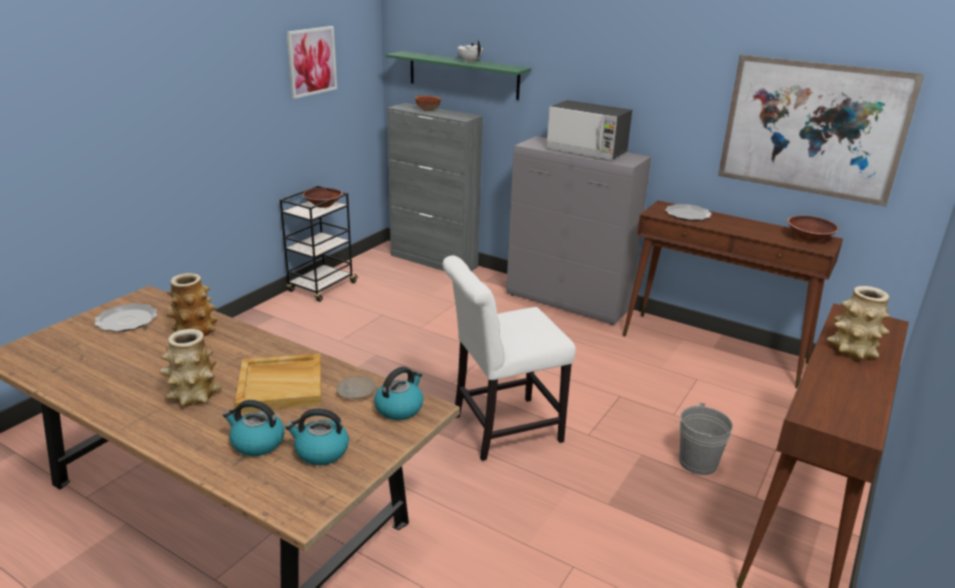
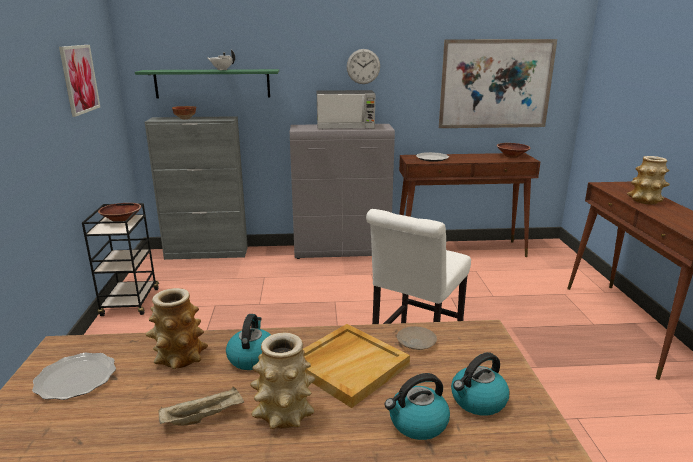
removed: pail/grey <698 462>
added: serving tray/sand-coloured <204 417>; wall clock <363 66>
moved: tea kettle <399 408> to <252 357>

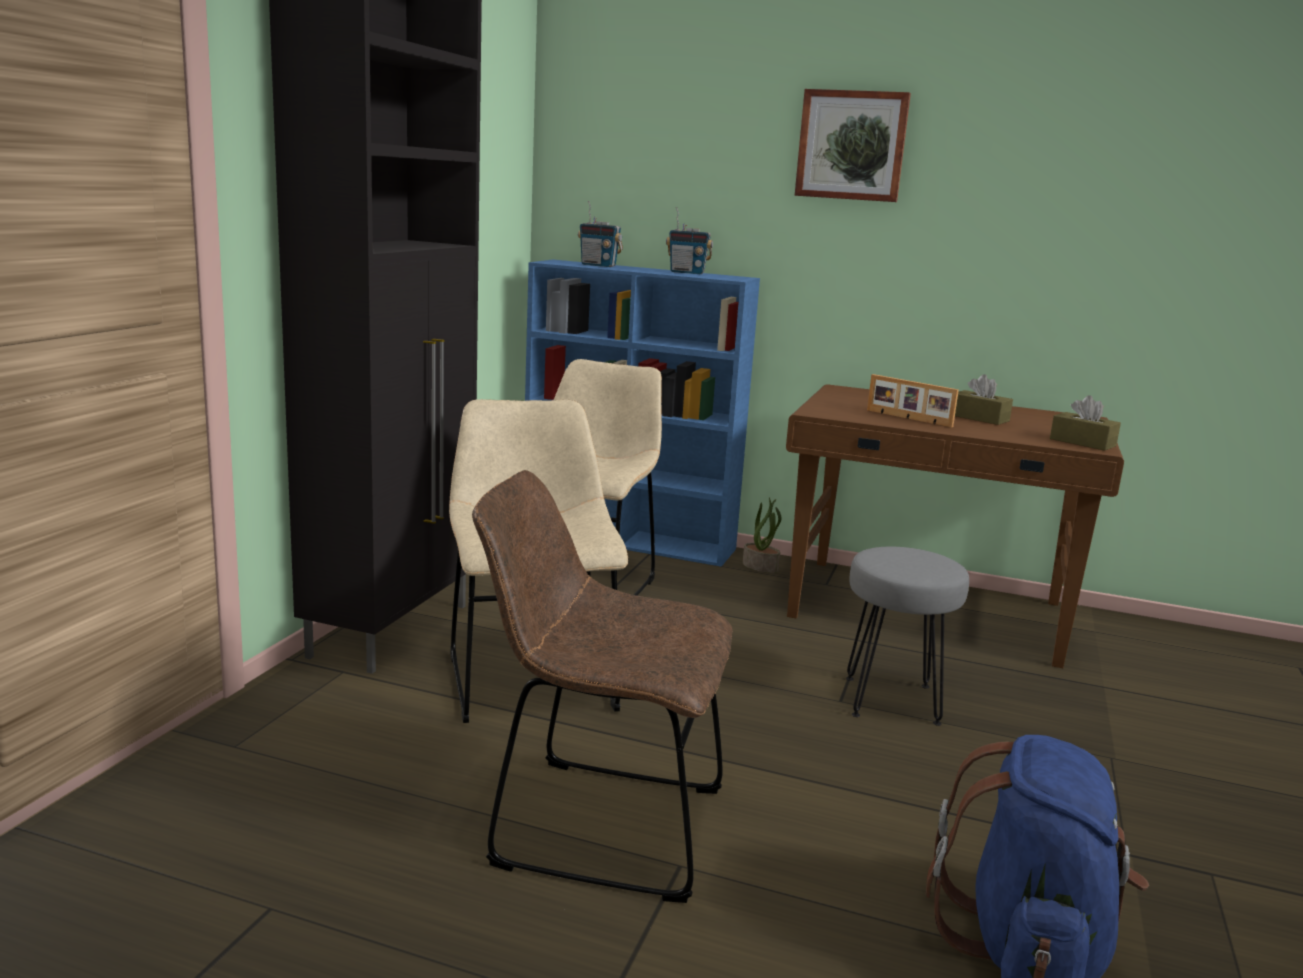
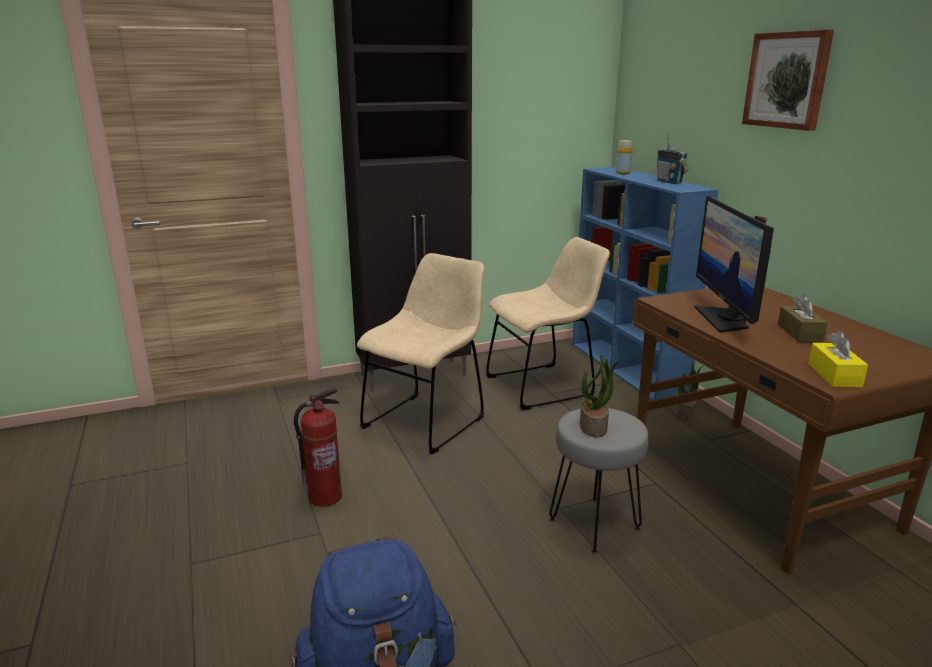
added: plant in a pot <594 427>
replaced: plain chair/brown <596 825> to fire extinguisher <325 497>; radio receiver <598 265> to bottle/yellowish <623 173>; picture frame <908 418> to monitor <724 319>
recoloured: tissue box/brown <1082 442> to tissue box/yellowish <834 375>

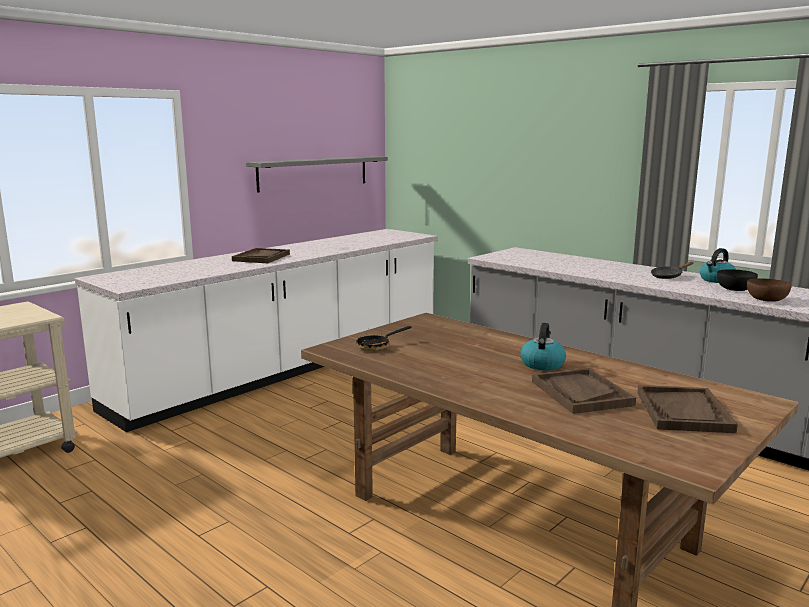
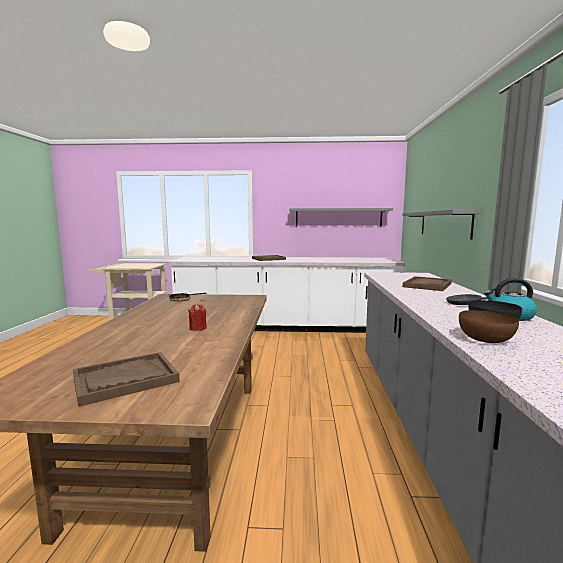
added: wall shelf/grey <444 224>
moved: serving tray/brown <581 393> to <427 285>
replaced: tea kettle <542 364> to wax candle/red-coloured <198 328>

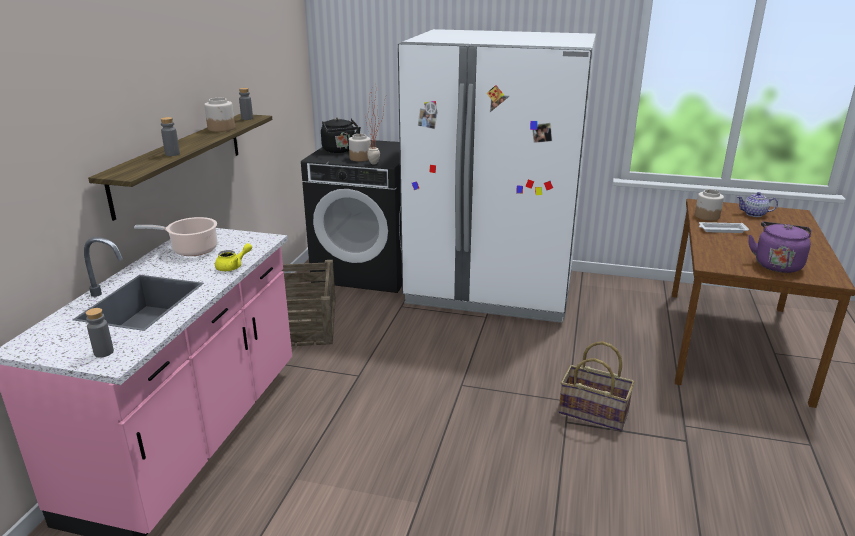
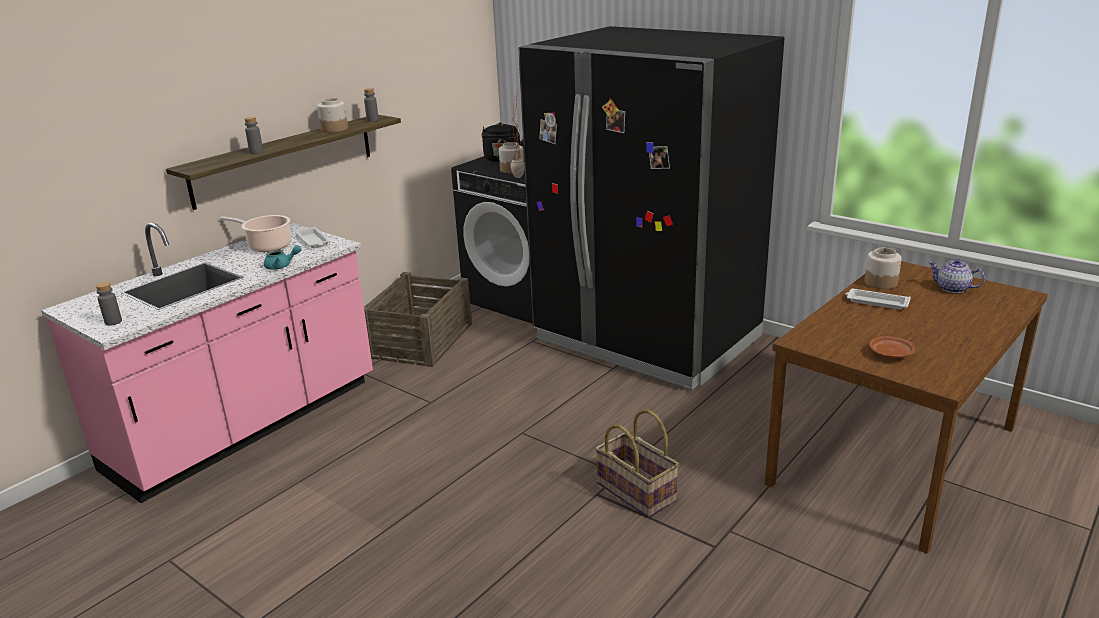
added: serving tray/white <313 241>
replaced: tea kettle/purple-coloured <777 264> to plate/brown <891 354>
recoloured: tea pot/yellowish <233 266> to tea pot/turquoise-coloured <282 266>; fridge/white <491 289> to fridge/black <647 339>

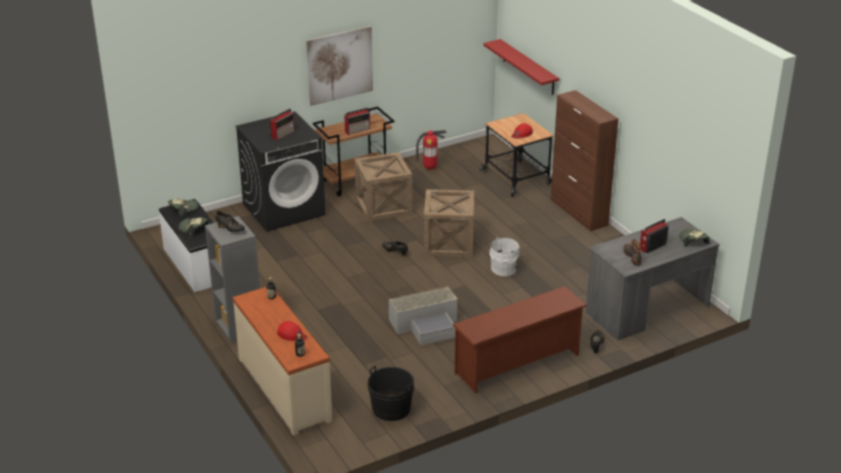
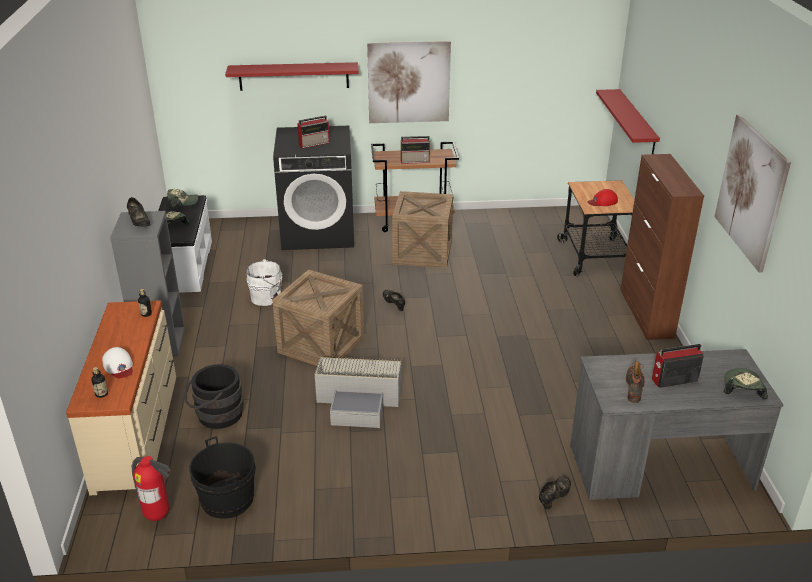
removed: shoe rack/brown <518 364>
added: pail/black <215 415>; wall shelf/red-coloured <293 76>; wall art <751 191>
moved: fire extinguisher <430 168> to <158 516>; packing crate <448 243> to <321 345>; pail/white <505 268> to <267 297>
recoloured: peaked cap/red-coloured <292 334> to peaked cap/white <119 366>

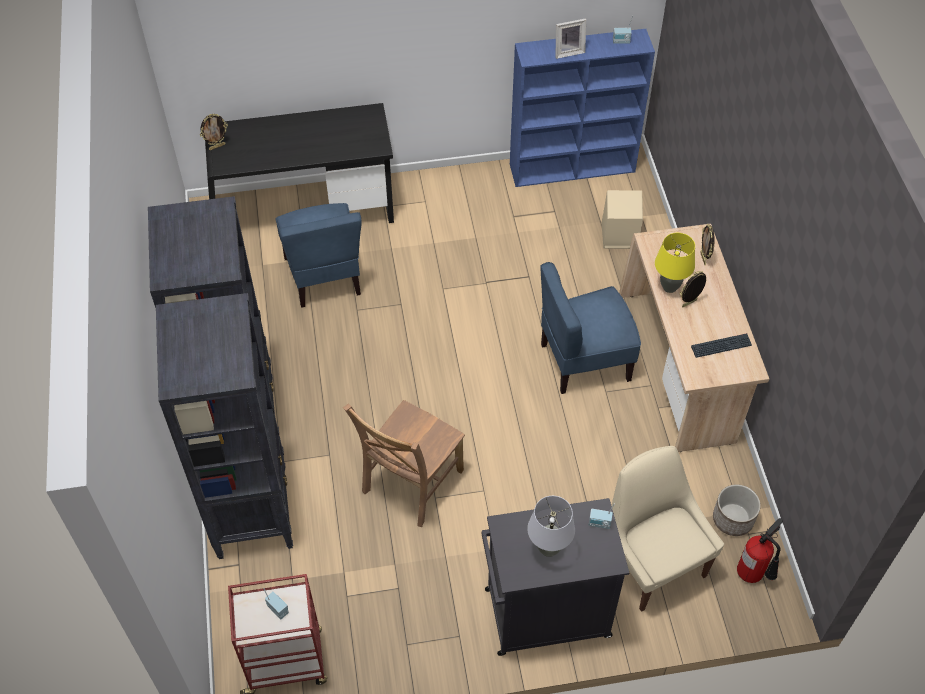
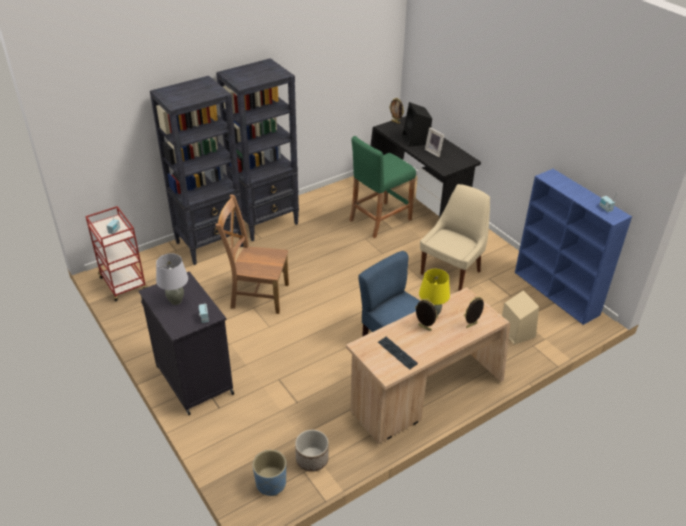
added: loudspeaker/black <416 140>
moved: picture frame <568 51> to <434 152>; plain chair/sand-coloured <652 562> to <452 271>
replaced: plain chair/bluish <324 276> to stool seat/green-coloured <380 220>; fire extinguisher <754 574> to plant pot/bluish <271 484>

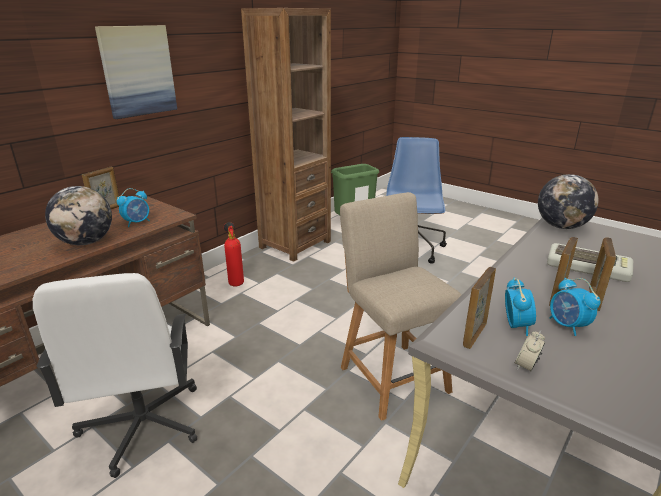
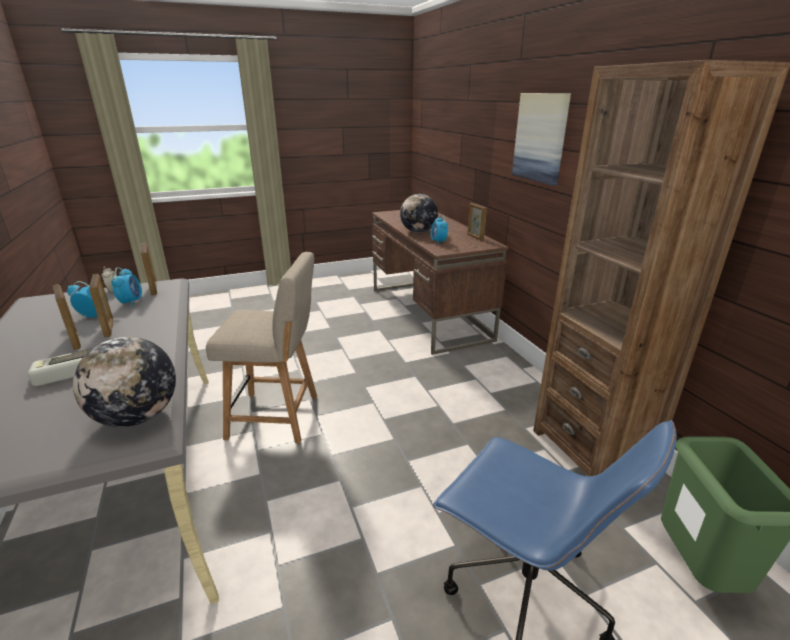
removed: desk chair/white <142 425>; fire extinguisher <236 282>
turned: bedside clock <516 325> = <131 302> 135 degrees counterclockwise

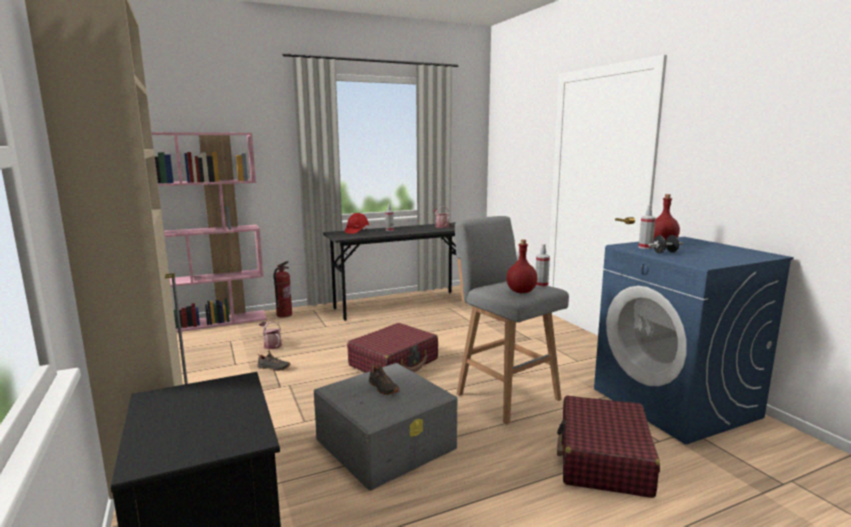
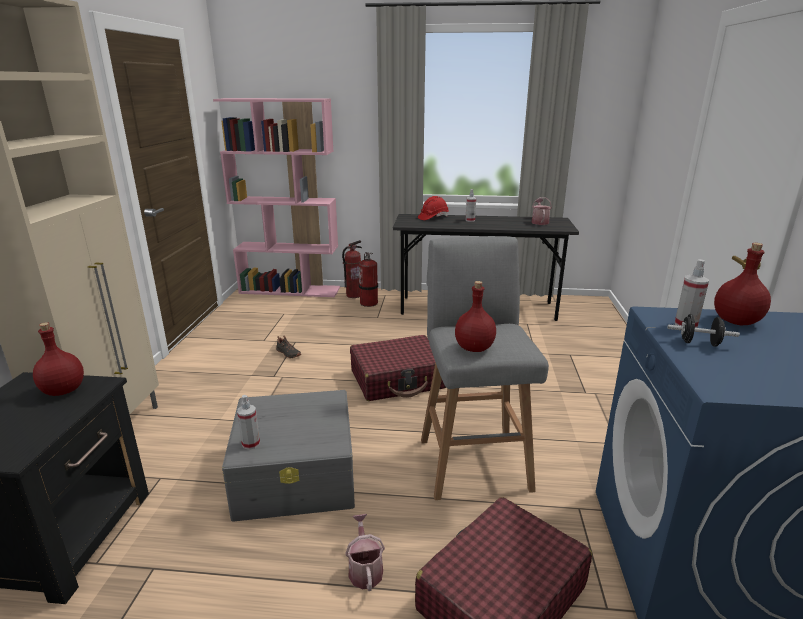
removed: low shoe/black <382 388>
added: bottle/red-coloured <63 391>; fire extinguisher <369 303>
moved: sprinkling can <271 345> to <365 569>; spray bottle <541 285> to <251 444>

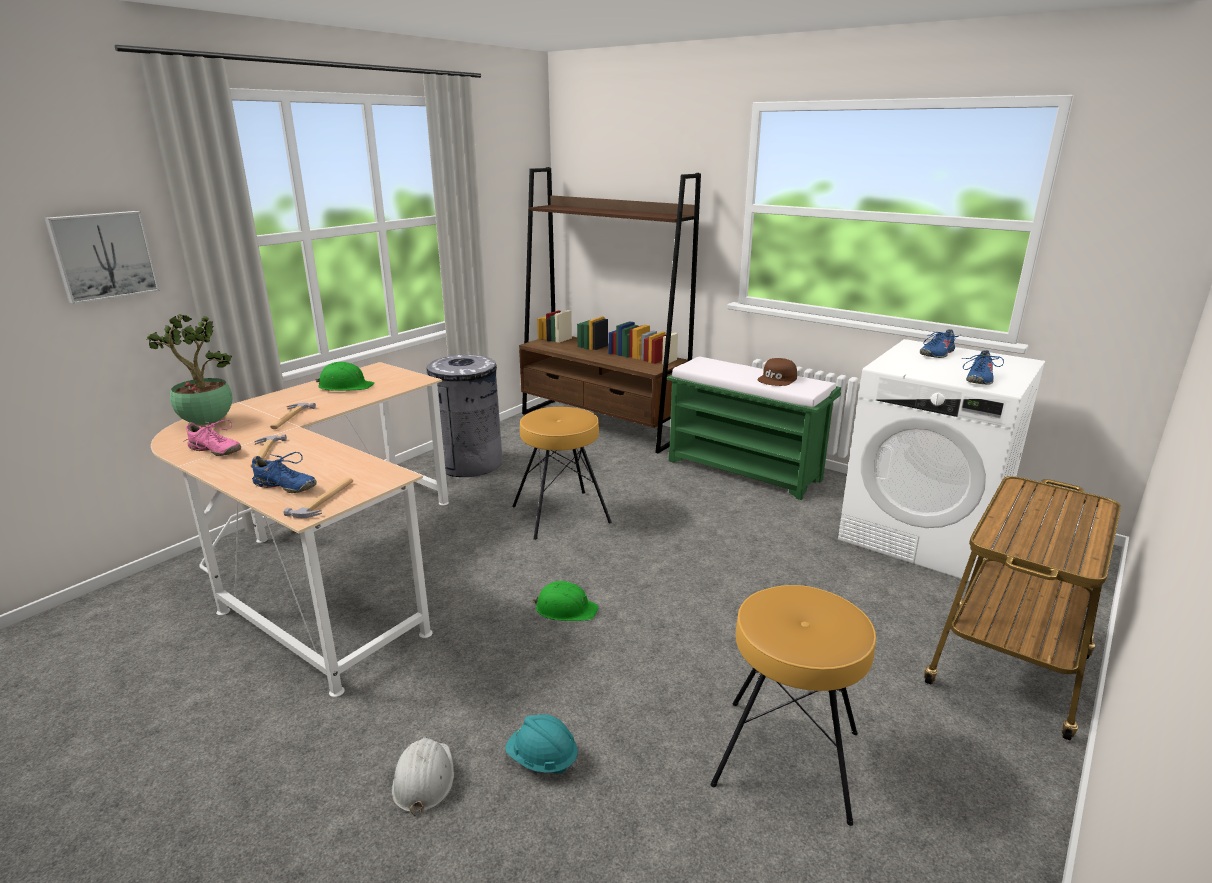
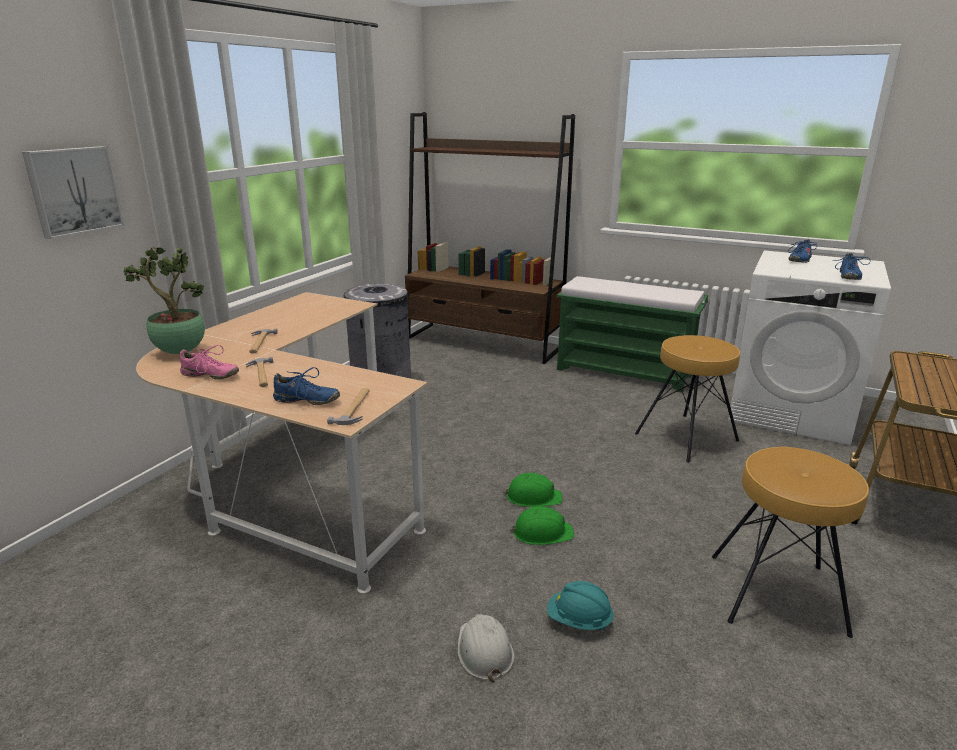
removed: peaked cap/brown <778 379>
moved: work helmet/green-coloured <345 386> to <542 533>; stool seat/brown <561 514> to <687 437>

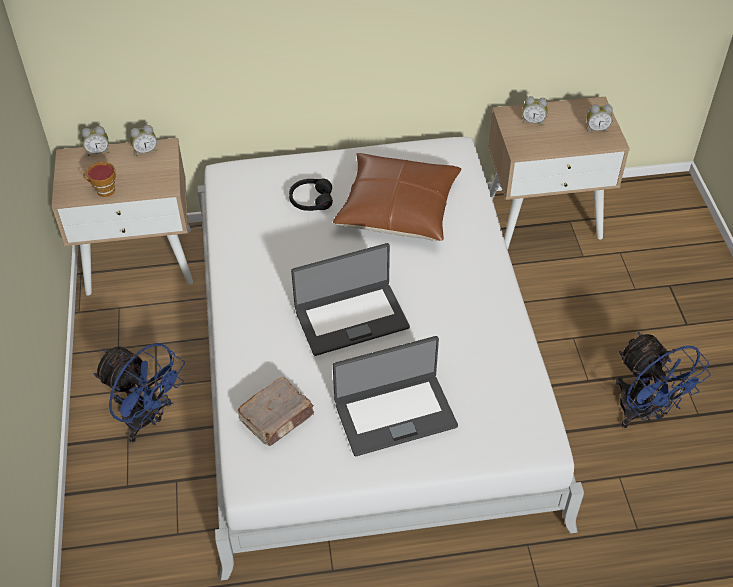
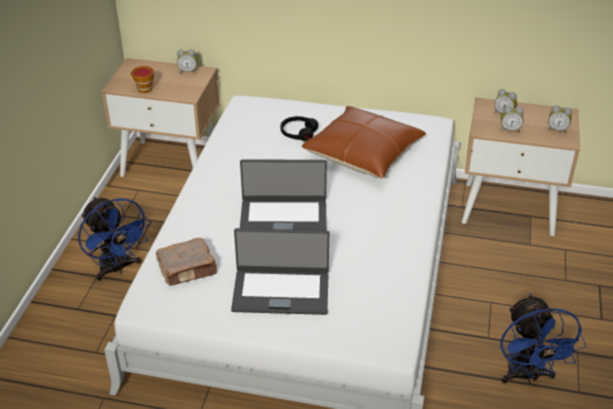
moved: bedside clock <98 151> to <510 129>

